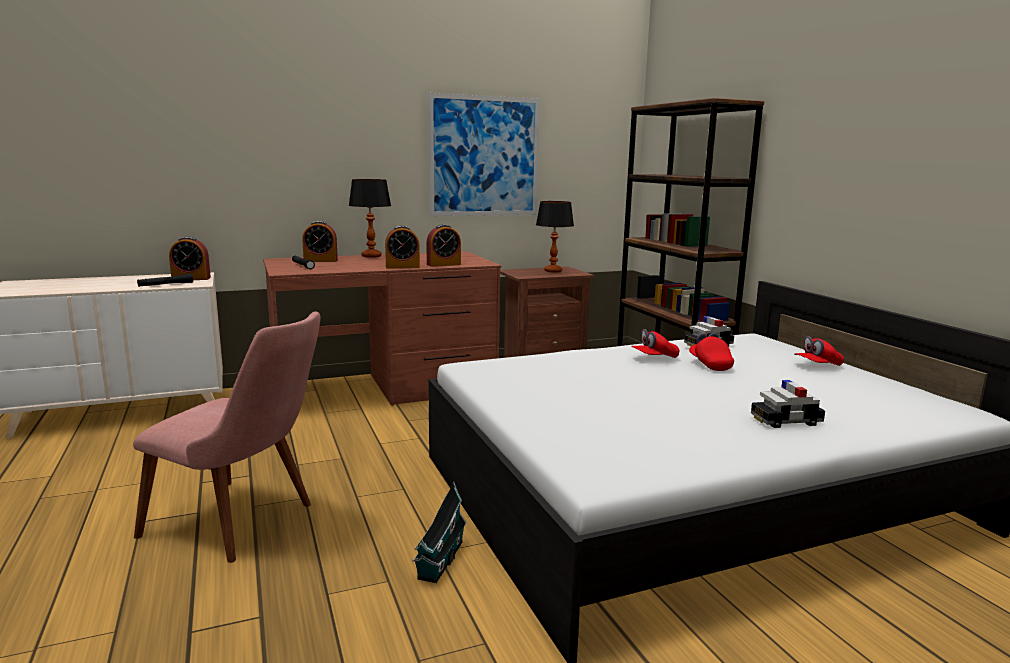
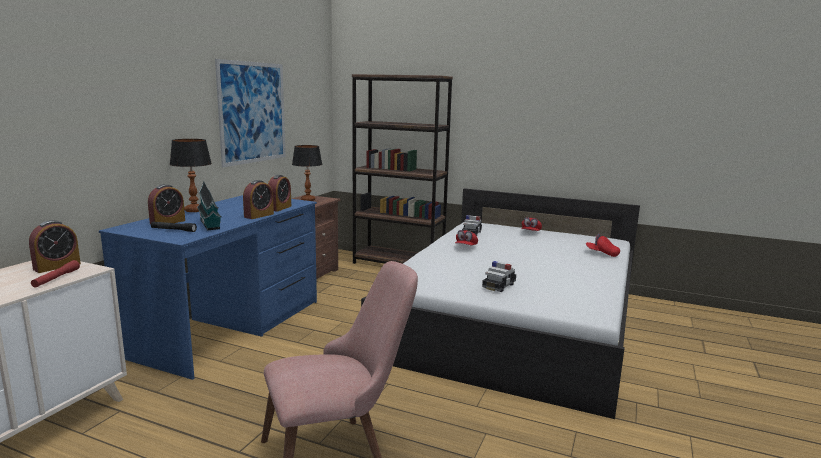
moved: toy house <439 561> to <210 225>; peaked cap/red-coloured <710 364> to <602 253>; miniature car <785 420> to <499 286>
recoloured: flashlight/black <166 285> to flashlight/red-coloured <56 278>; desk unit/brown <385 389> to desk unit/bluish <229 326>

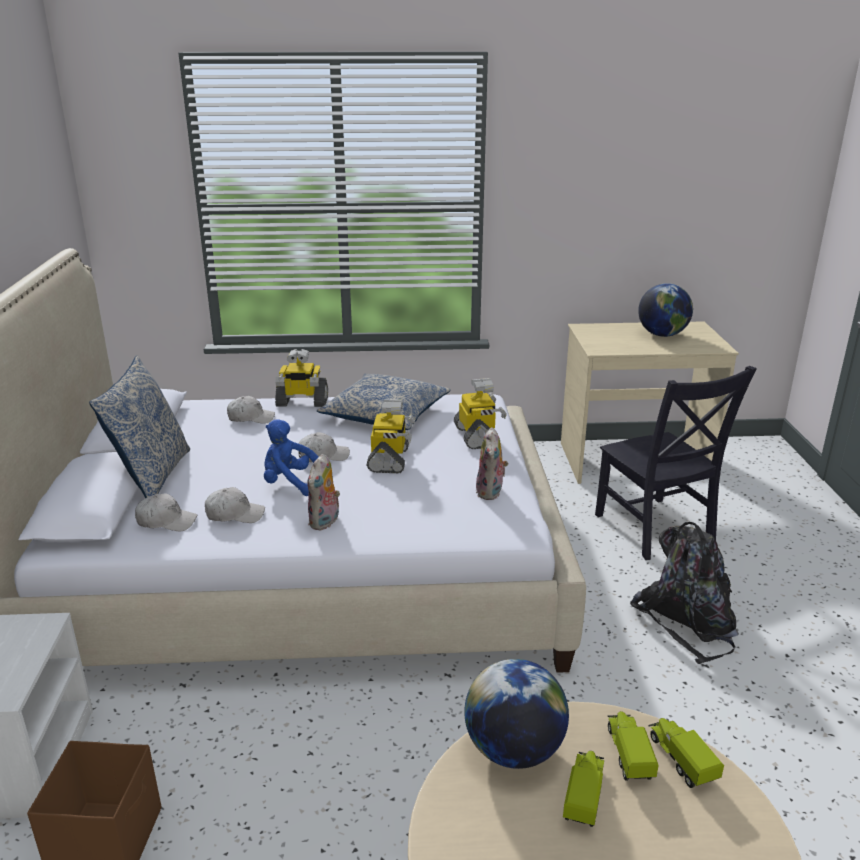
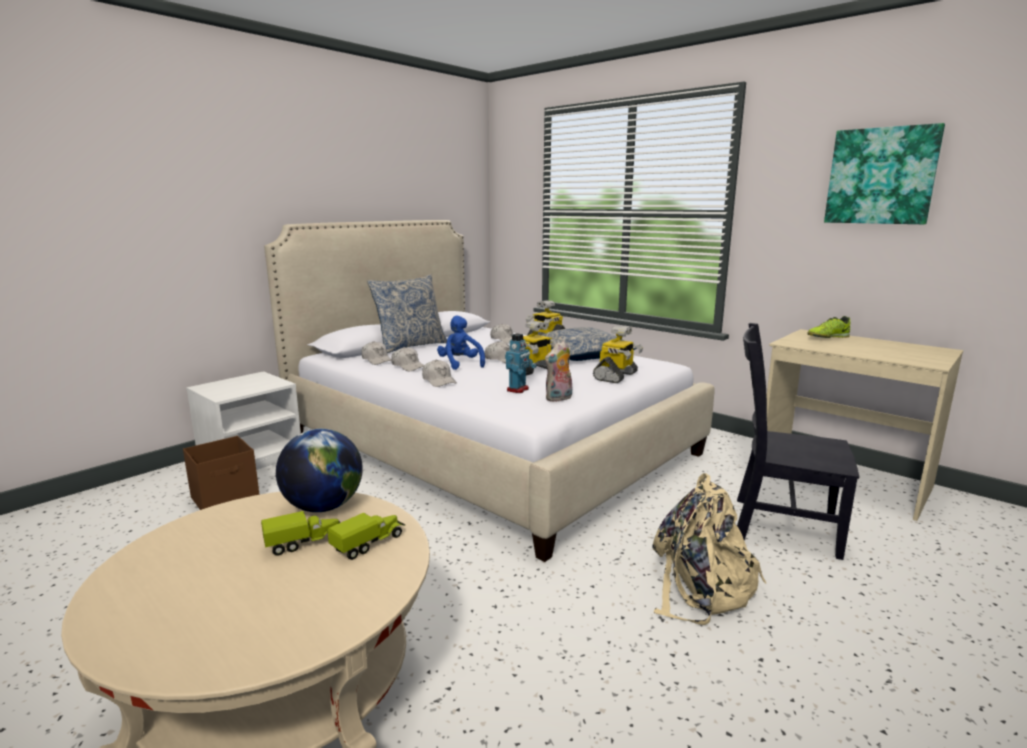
removed: world globe <662 335>; toy lorry <681 760>
added: model robot <518 390>; low shoe <827 338>; wall art <881 176>
replaced: soft toy <325 522> to peaked cap/white <439 381>
recoloured: rucksack/black <688 620> to rucksack/sand-coloured <700 587>
turned: plain chair/black <656 530> = <779 525> 90 degrees clockwise

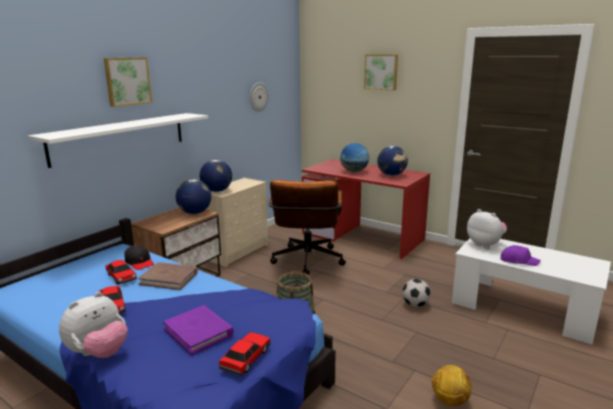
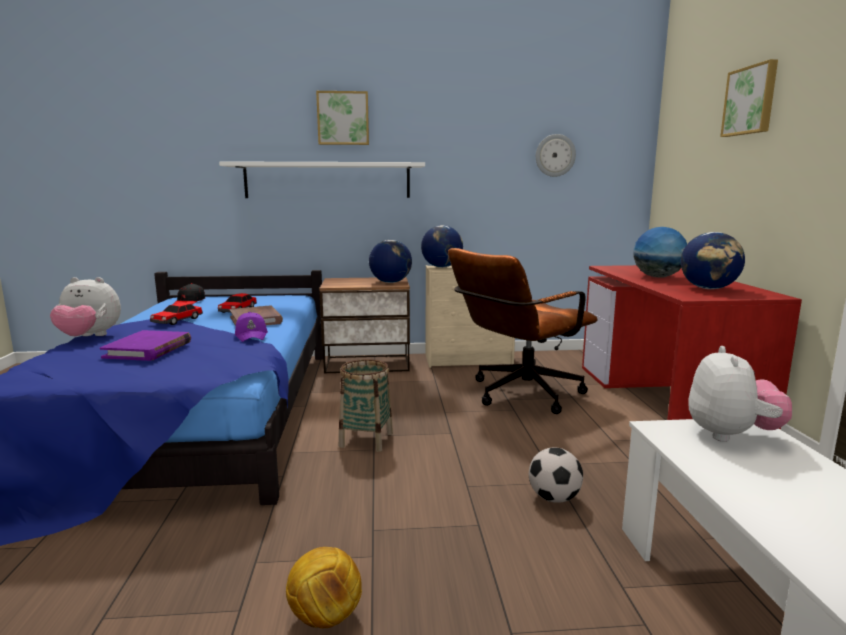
removed: miniature car <246 358>
moved: peaked cap/black <139 262> to <189 302>; peaked cap/purple-coloured <518 260> to <252 335>

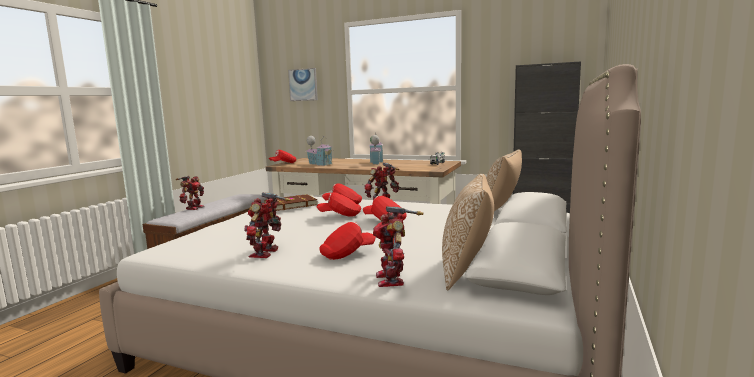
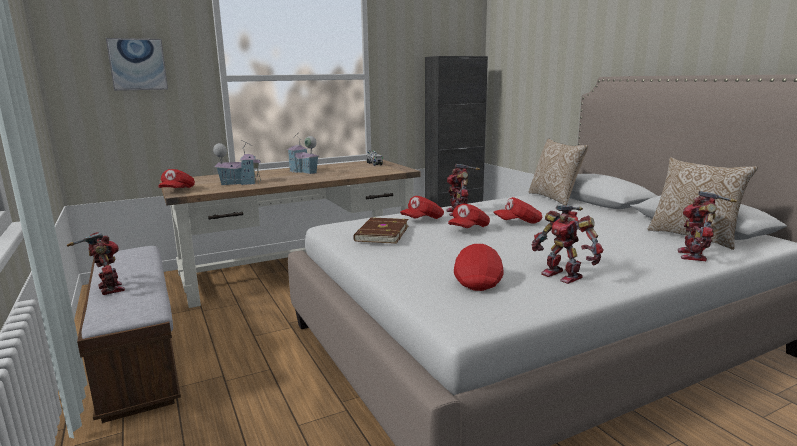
moved: peaked cap/red-coloured <347 254> to <478 281>
turned: model robot <392 279> = <694 255> 75 degrees clockwise

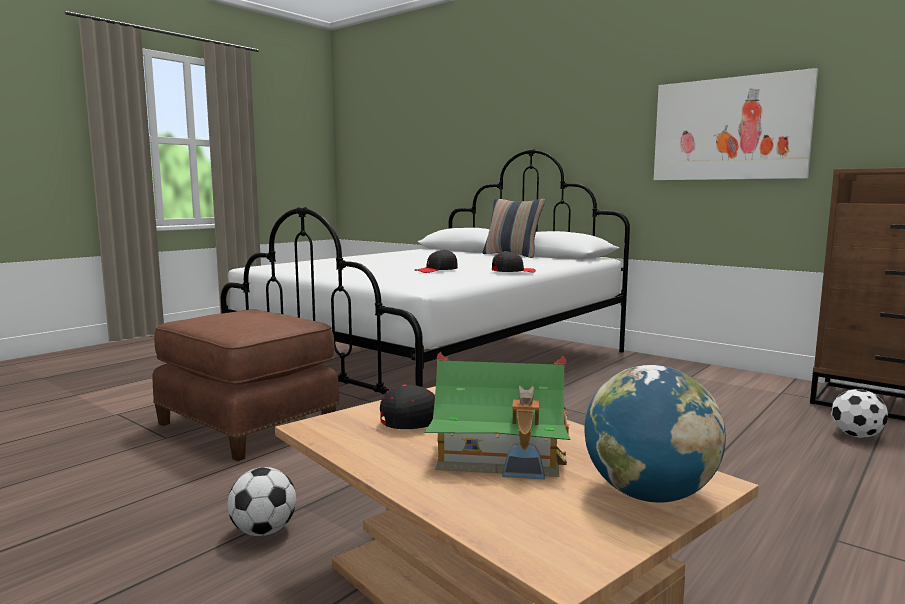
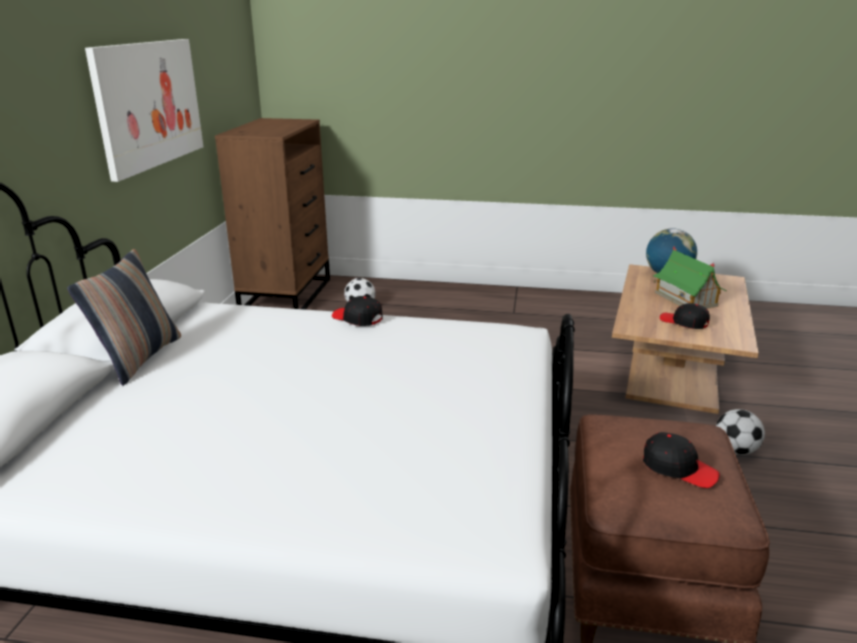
moved: peaked cap/black <436 270> to <678 468>

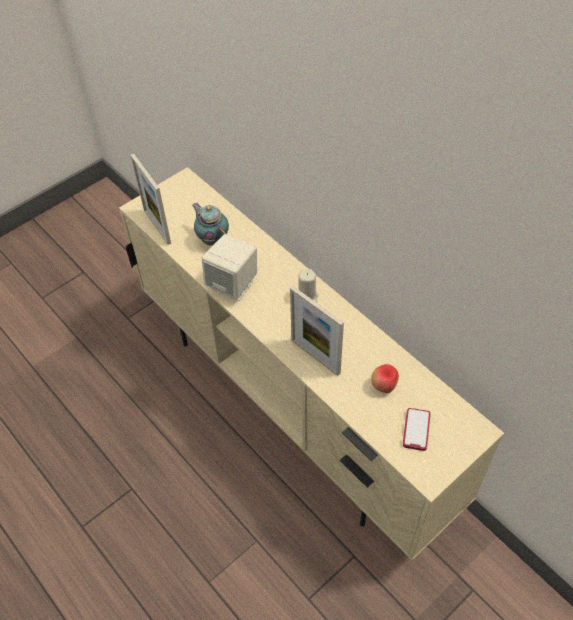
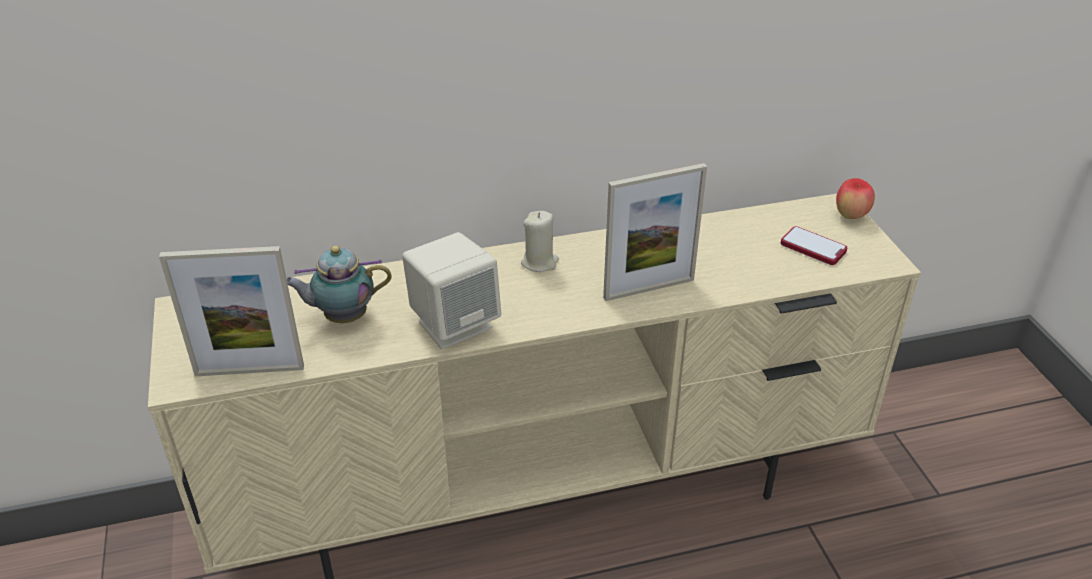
moved: apple fruit <384 386> to <851 216>

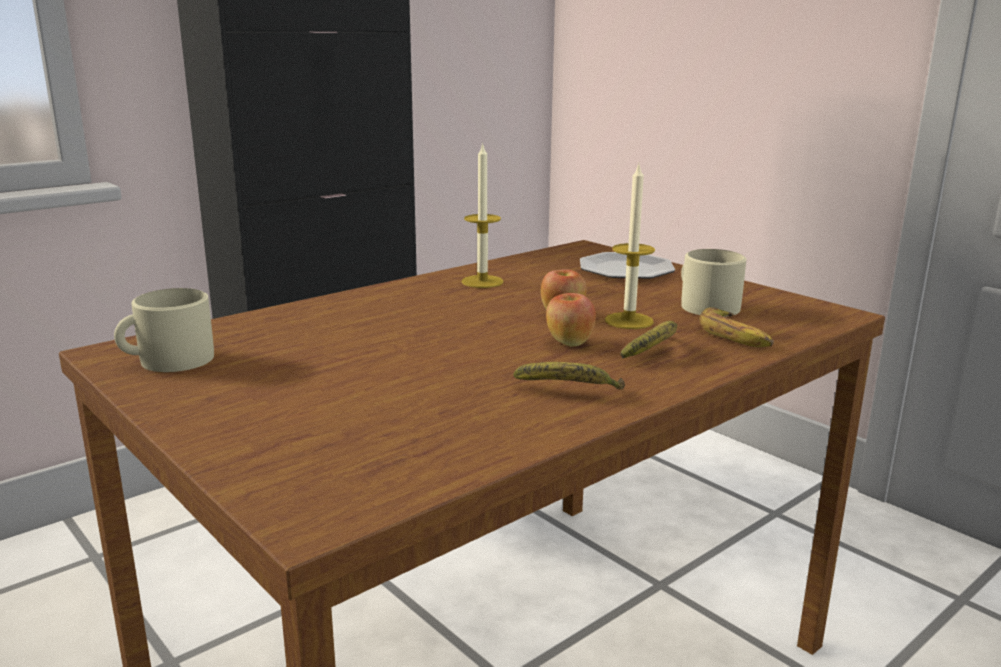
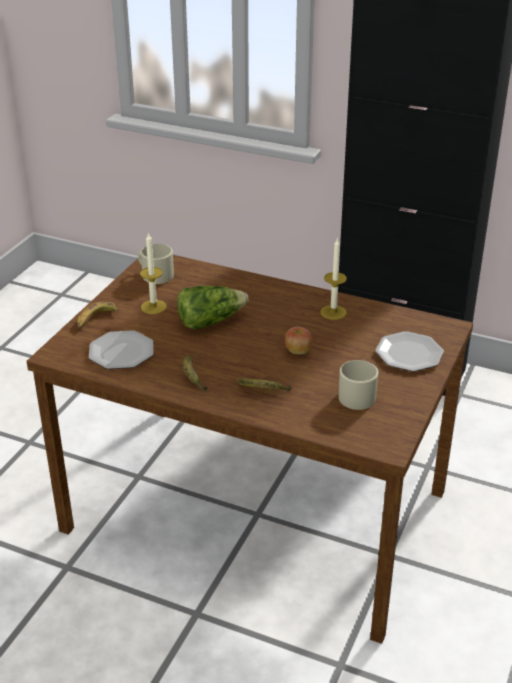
removed: apple fruit <569 342>
added: plate <122 352>; head of lettuce <210 321>
moved: wax candle <629 321> to <153 307>; whole banana <735 336> to <96 319>

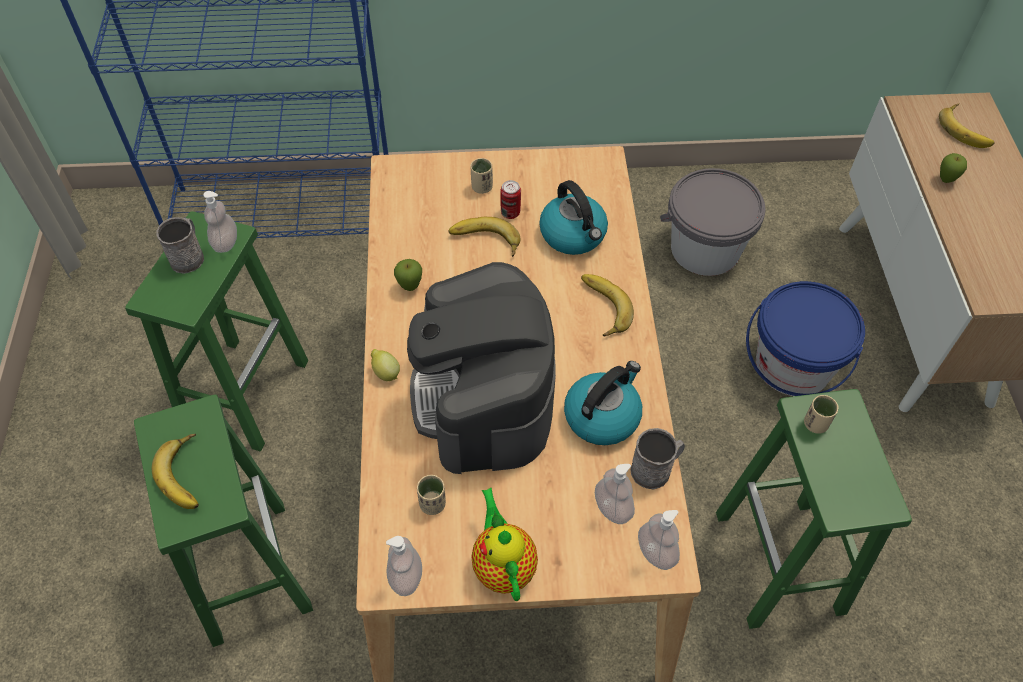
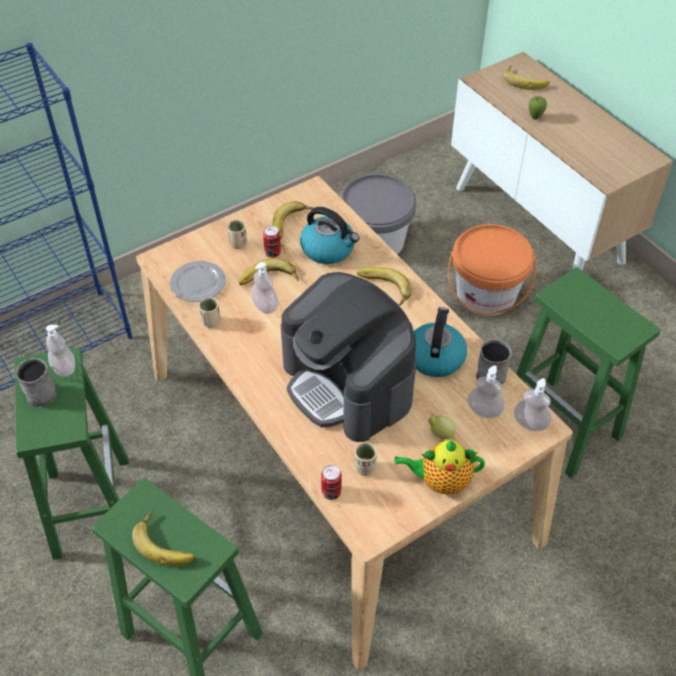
removed: apple fruit <410 287>
added: plate <197 283>; whole banana <292 224>; can <331 492>
moved: citrus fruit <385 373> to <440 434>; soap dispenser <406 576> to <265 306>; cup/sand-coloured <815 424> to <211 322>
recoloured: pail/bluish <793 365> to pail/orange-coloured <486 294>
turned: tea pot <503 564> = <440 481> 45 degrees counterclockwise

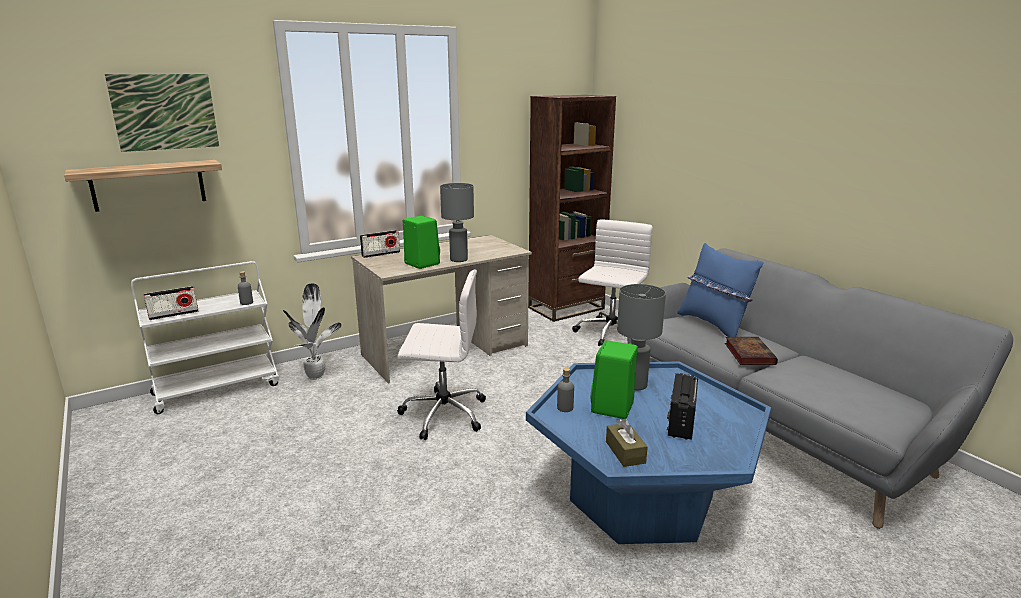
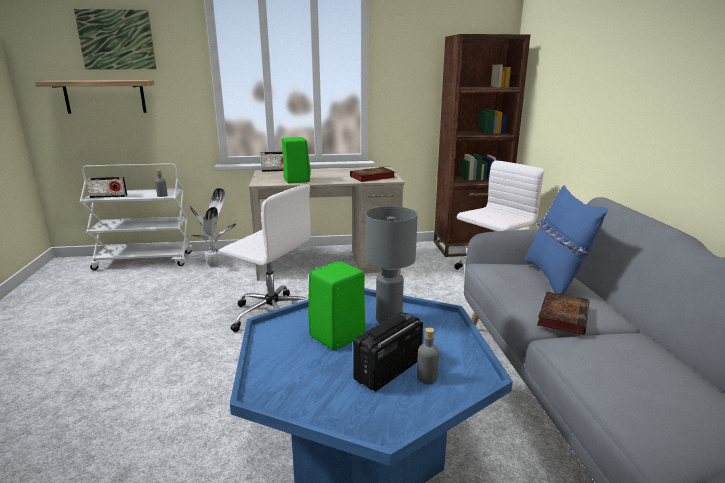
removed: table lamp/grey <458 260>; tissue box/brown <625 452>
added: volume <371 177>
moved: bottle/grey <565 408> to <427 378>

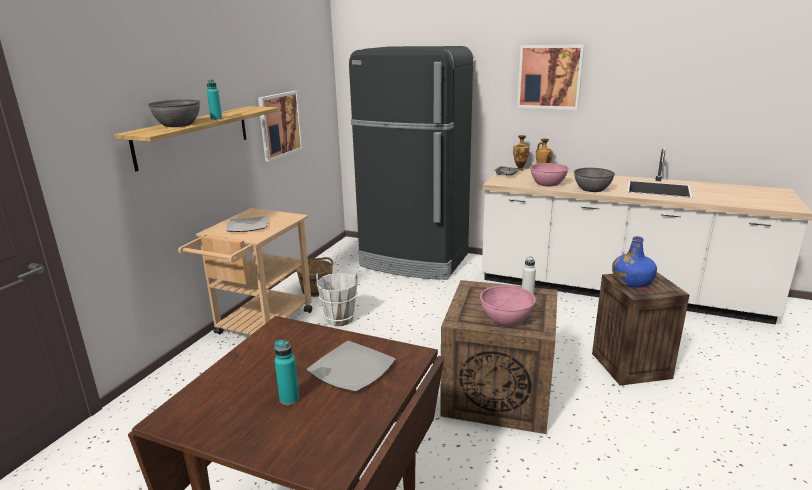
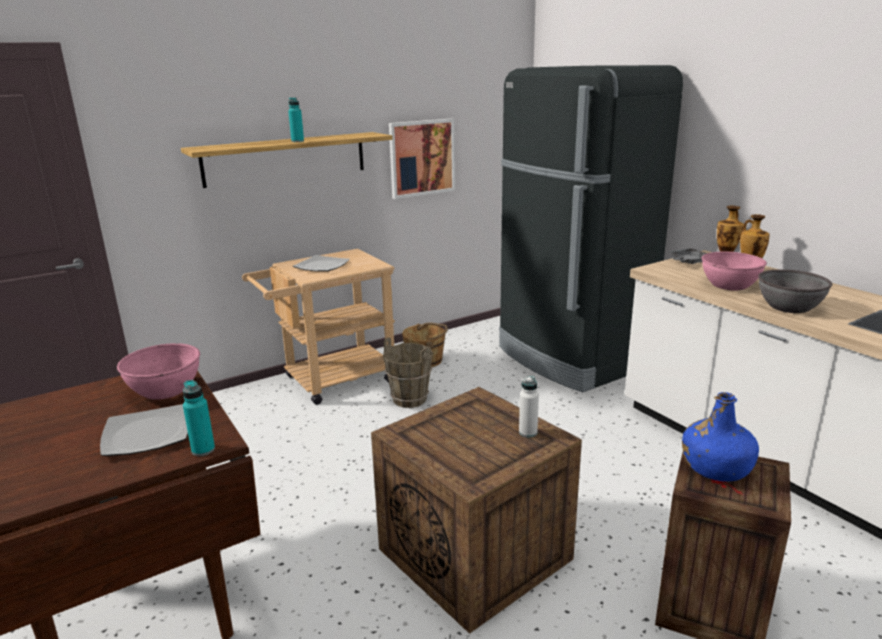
removed: serving bowl/grey <178 125>; wall art <549 77>
moved: bottle/turquoise-coloured <289 399> to <203 450>; serving bowl/pinkish <506 319> to <165 390>
recoloured: pail/white <339 319> to pail/brown <410 399>

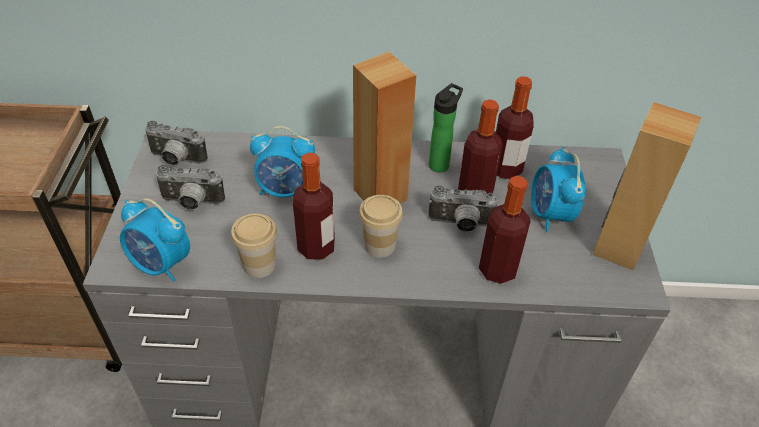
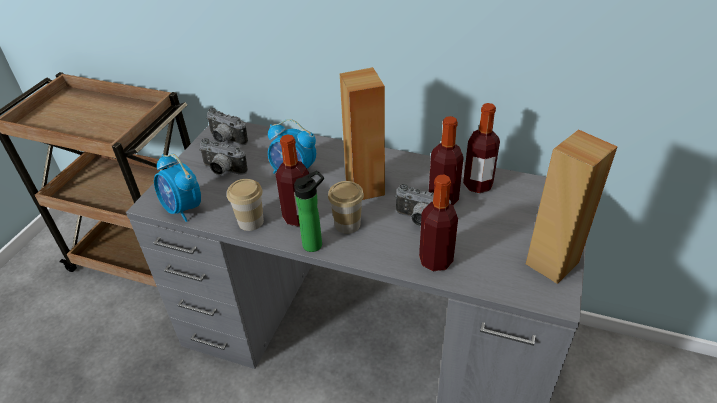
removed: bedside clock <550 214>
moved: bottle <440 164> to <315 243>

